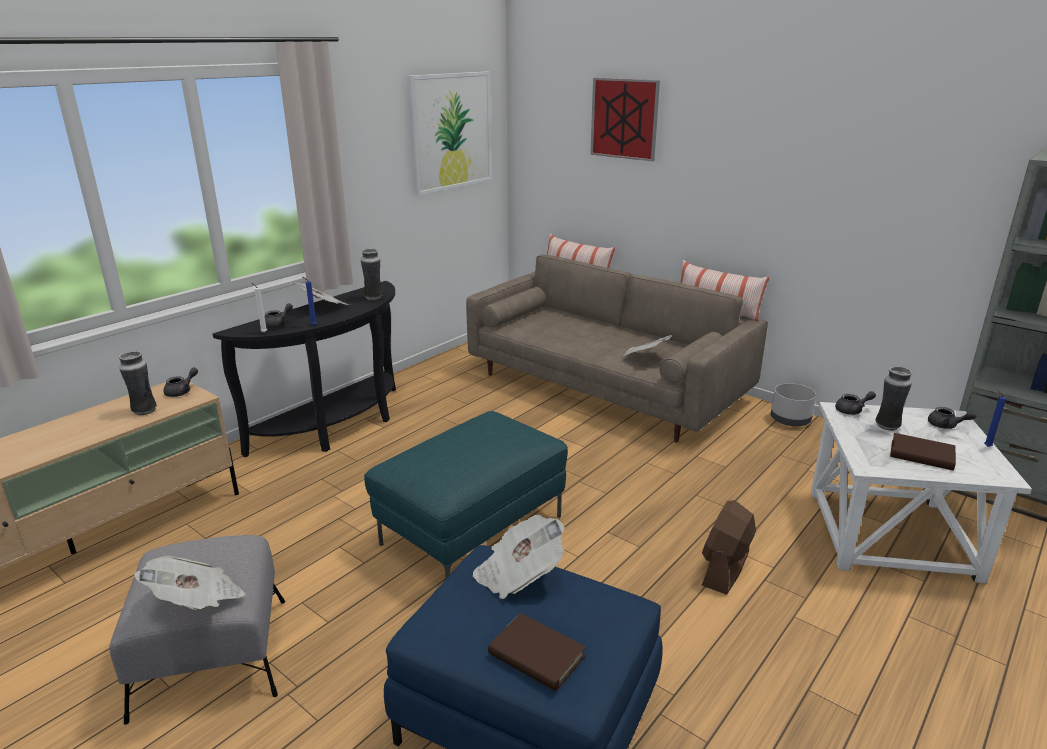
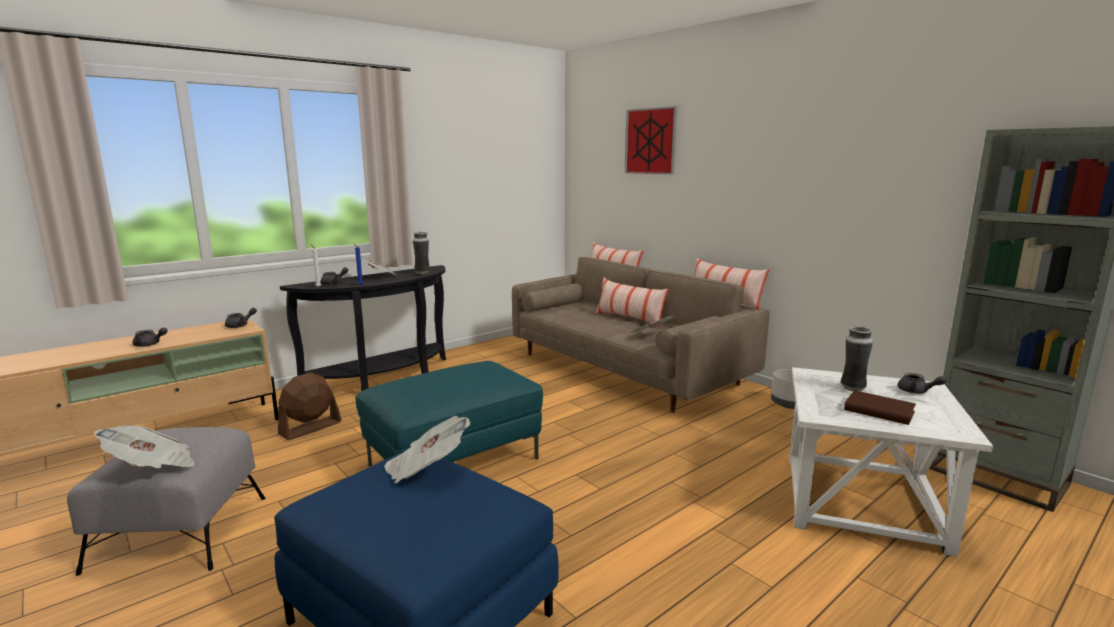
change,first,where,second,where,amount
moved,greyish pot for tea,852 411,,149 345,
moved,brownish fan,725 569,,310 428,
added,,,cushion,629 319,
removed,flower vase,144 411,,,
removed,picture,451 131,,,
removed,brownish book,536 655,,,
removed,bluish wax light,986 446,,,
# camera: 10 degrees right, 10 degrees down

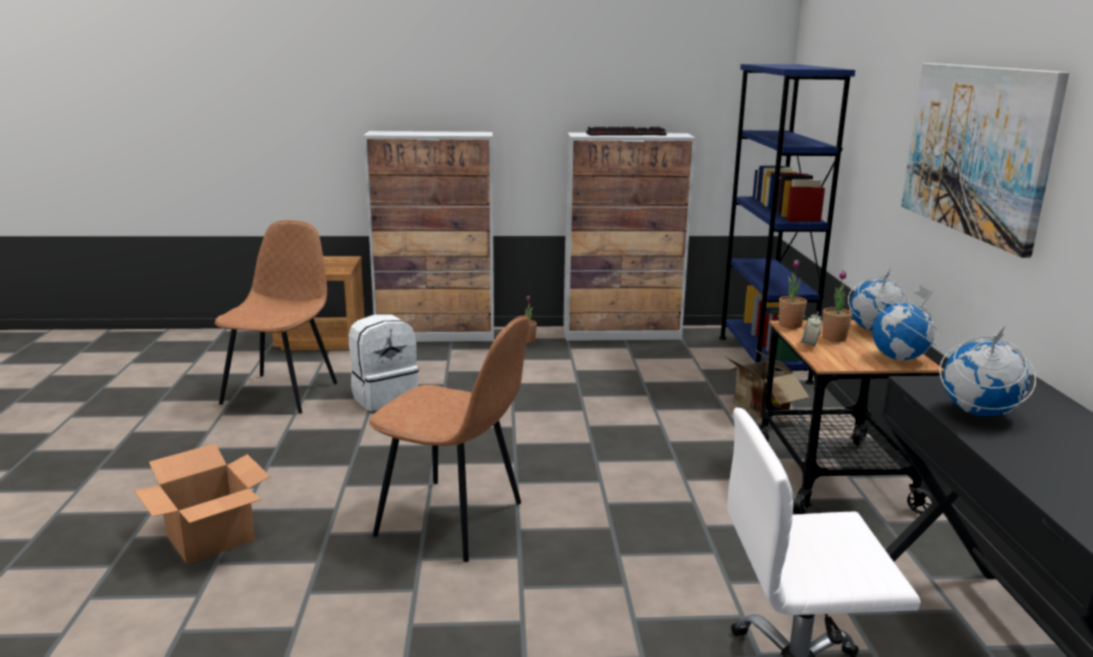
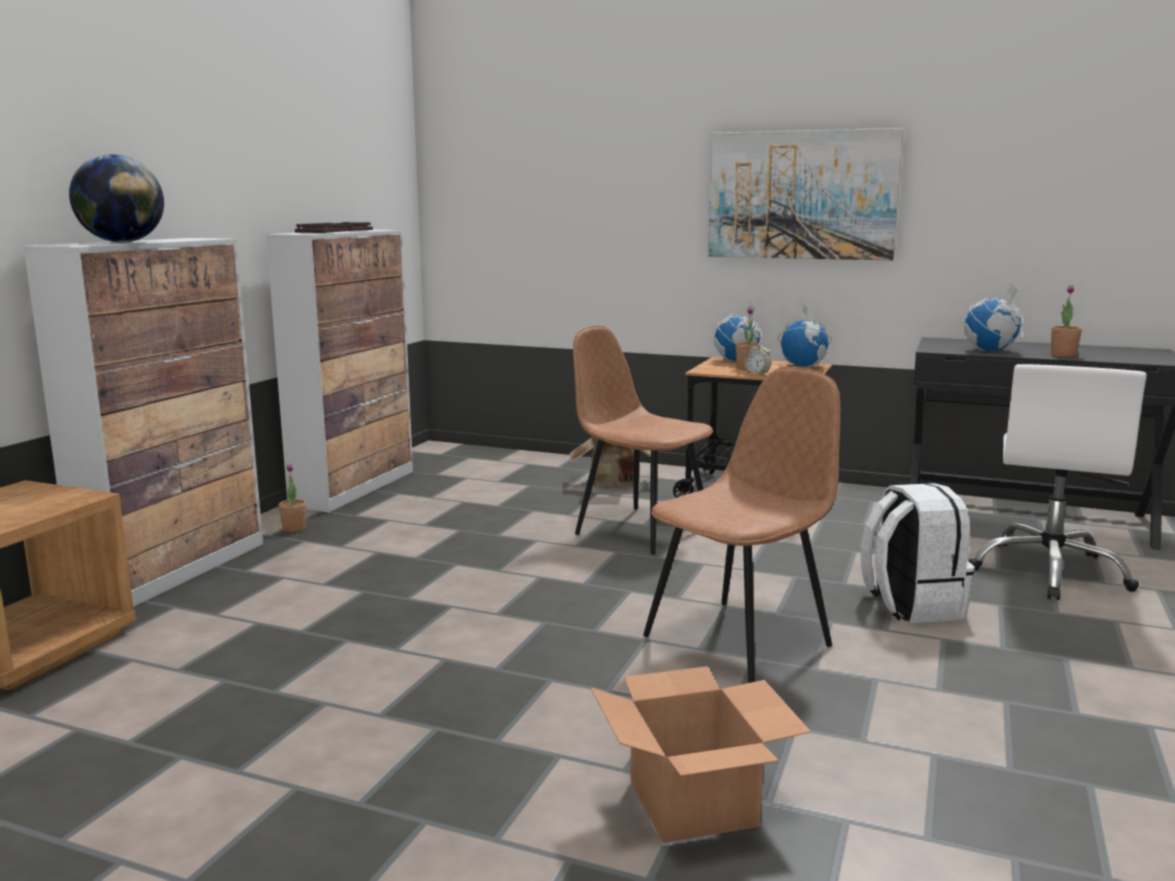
change,first,where,second,where,amount
added,,,world globe,122 242,
moved,brownish plain chair,282 392,,640 529,
moved,whitish knapsack,384 397,,910 605,
moved,houseplant,790 325,,1063 355,
removed,bluish shelving unit,763 359,,,
# camera: 65 degrees left, 5 degrees down

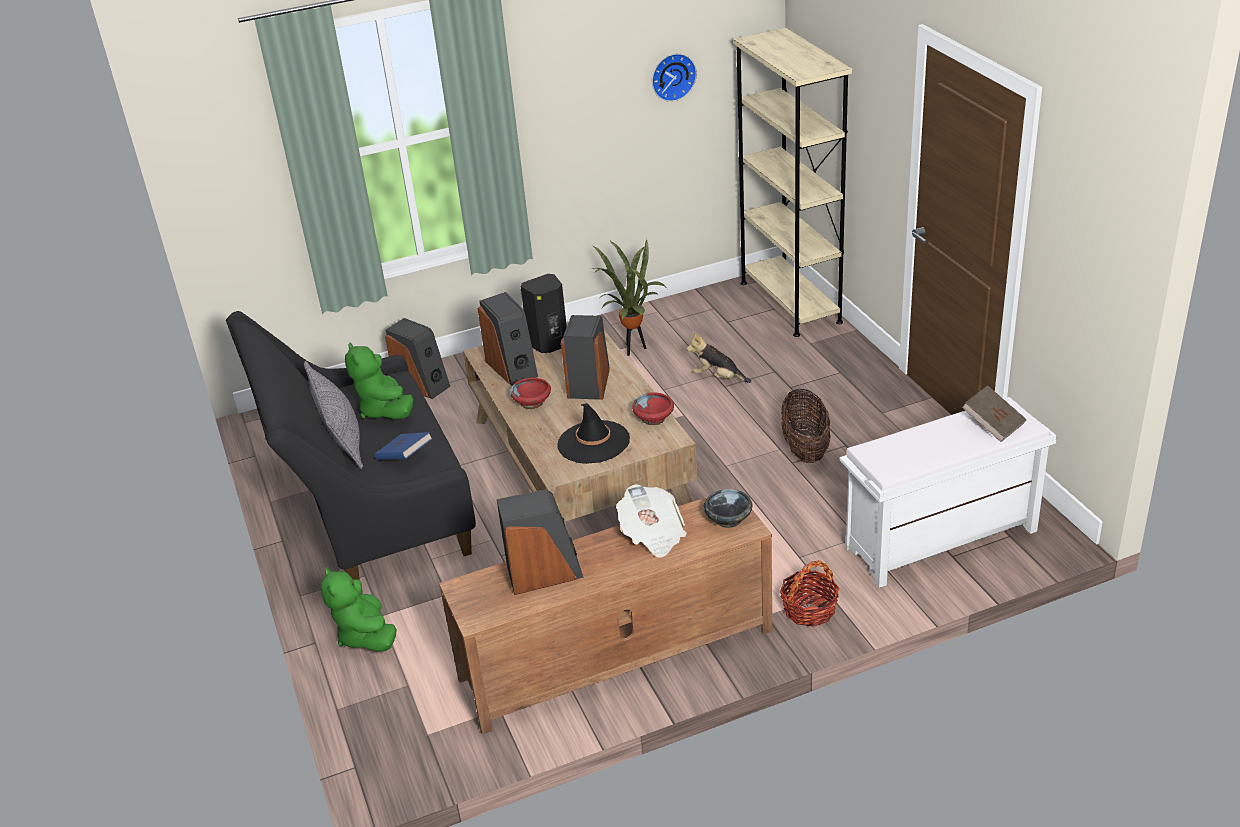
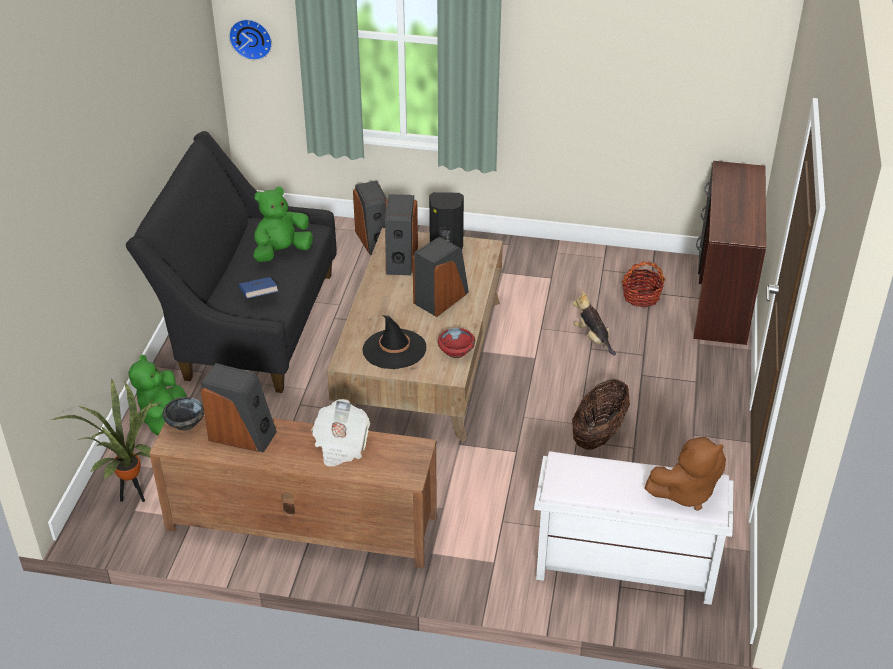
change,first,where,second,where,amount
moved,houseplant,632 350,,132 496,
moved,black-coloured deep dish,728 519,,185 423,
moved,clock on the wall,672 76,,251 38,
turned,green cuddly toy,384 410,,281 252,45 degrees clockwise
moved,household basket,809 610,,641 297,
replaced,brownish book,993 424,brownish cuddly toy,685 492,
replaced,beige-coloured shelving unit,790 302,brownish desk unit,720 298,
removed,greyish cushion,340 438,,,
removed,reddish deep dish,532 403,,,
# camera: 30 degrees right, 5 degrees up

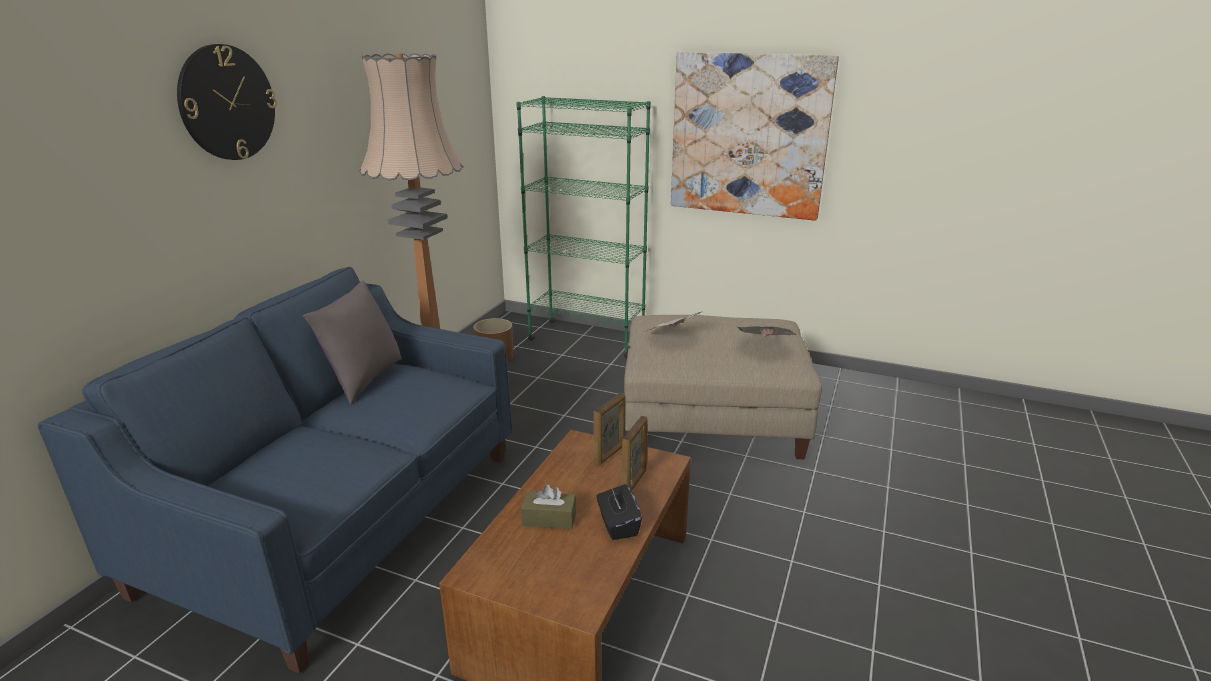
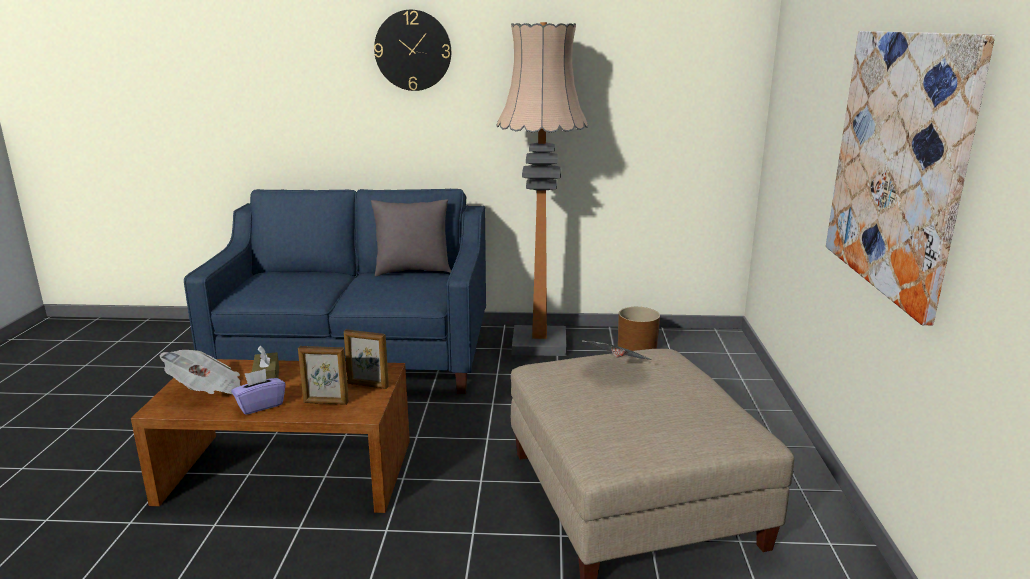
change,first,where,second,where,amount
moved,newspaper,764 345,,207 391,
recoloured,black-coloured box of tissues,617 525,purplish box of tissues,260 405,
removed,green shelving unit,587 339,,,
# camera: 70 degrees right, 5 degrees down

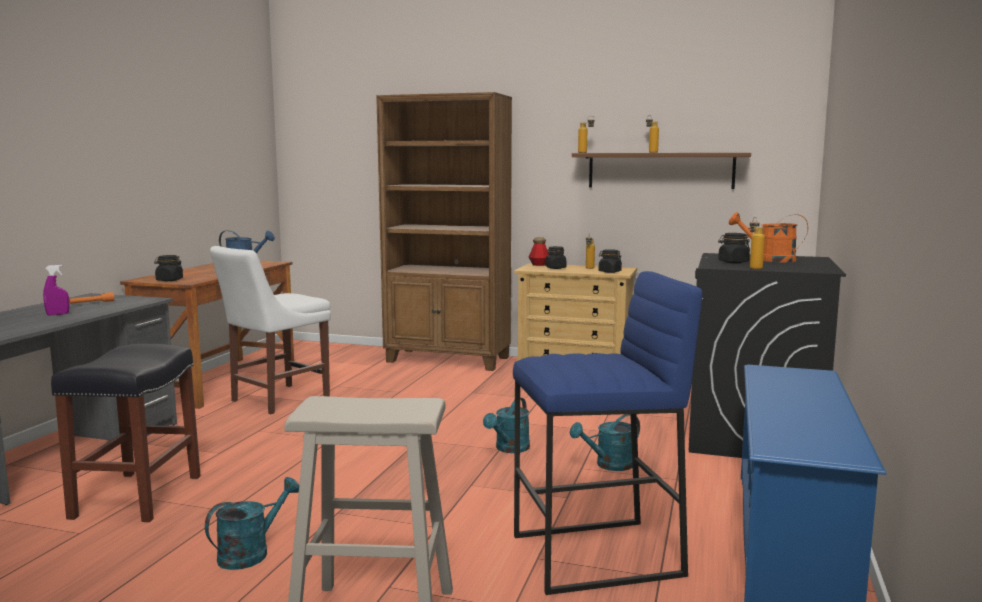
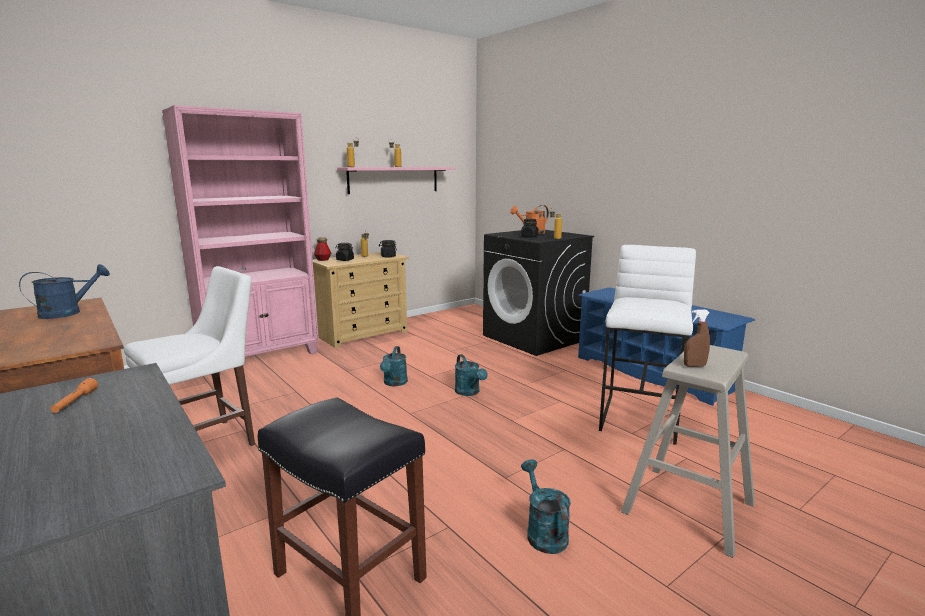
change,first,where,second,where,amount
turned,whitish plain chair,276 400,,207 444,120 degrees counterclockwise
recoloured,brownish shelving unit,448 360,pinkish shelving unit,261 357,
recoloured,brownish wall shelf,660 170,pinkish wall shelf,394 180,
moved,turquoise watering pot,609 465,,394 383,
recoloured,bluish stool,597 556,whitish stool,641 418,
added,,,brownish sprayer,694 366,
removed,purplish sprayer,58 314,,,
removed,black-coloured jar,169 280,,,
# camera: 55 degrees left, 5 degrees up

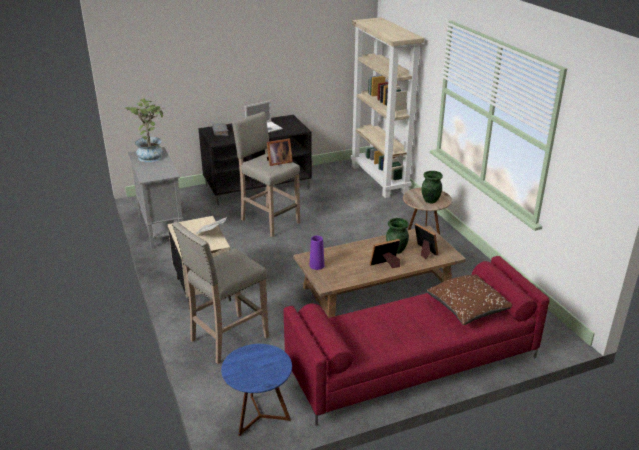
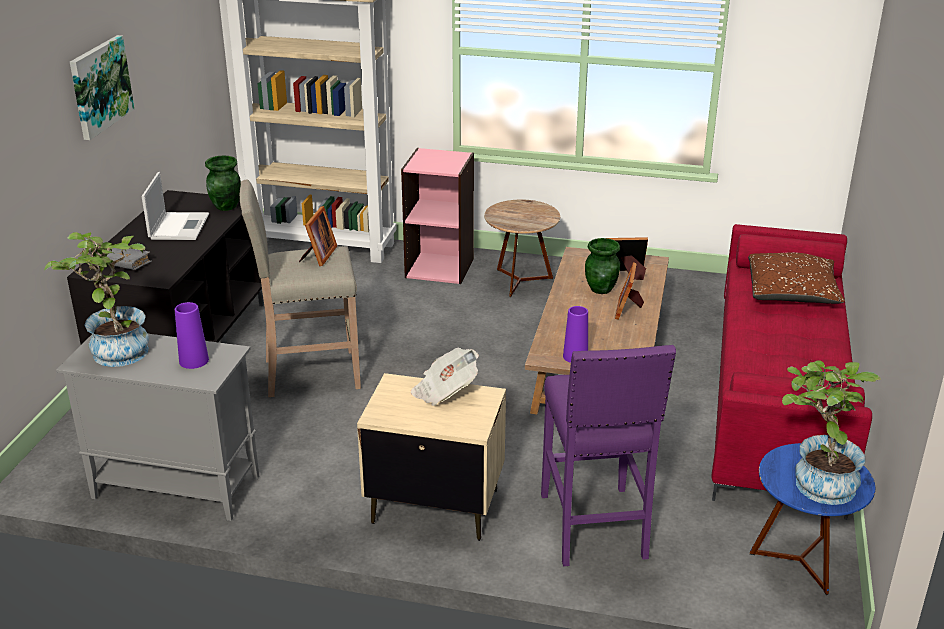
change,first,where,second,where,amount
added,,,picture,100 86,
added,,,purplish flower vase,194 361,
moved,green flower vase,430 200,,226 206,
added,,,pinkish shelving unit,440 267,
recoloured,beige-coloured stool,227 339,purplish stool,593 528,
added,,,houseplant,816 482,
# camera: 55 degrees left, 0 degrees up

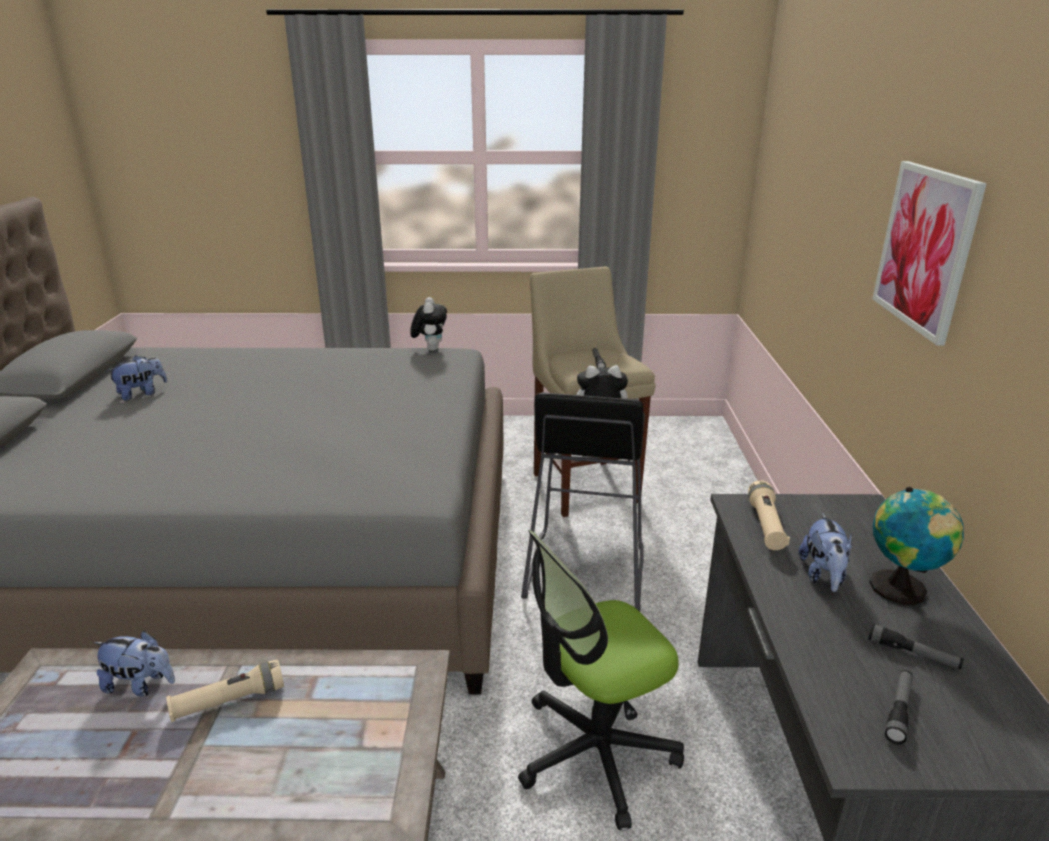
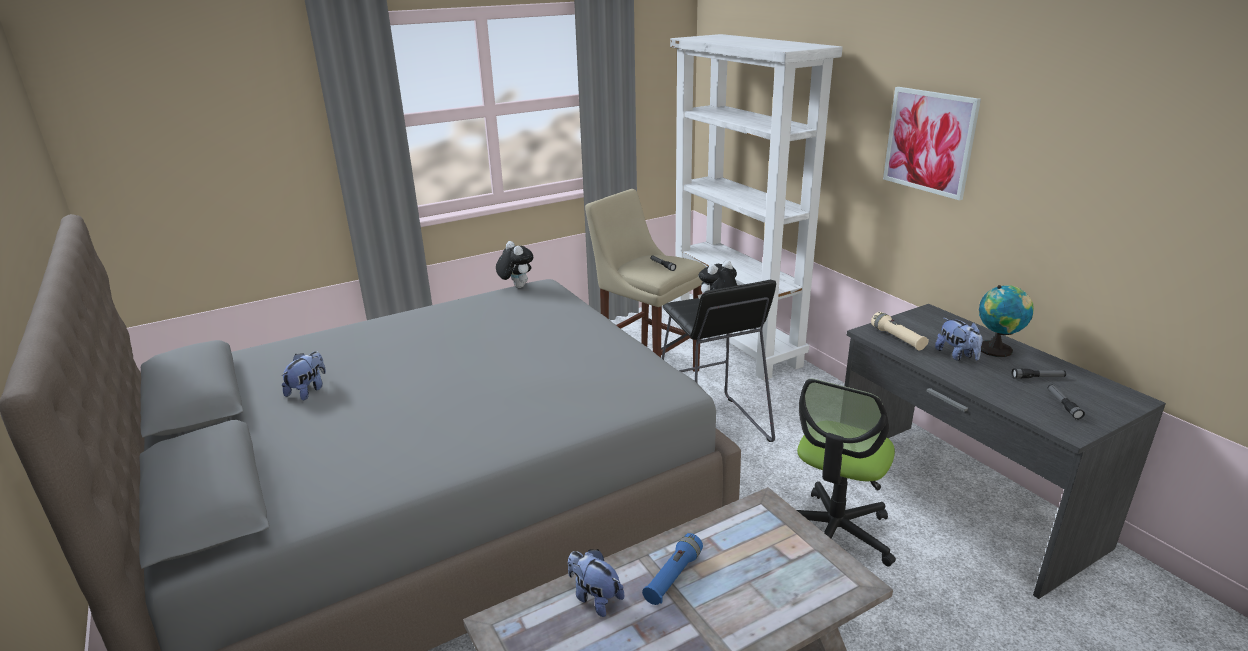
change,first,where,second,where,amount
turned,cuddly toy,141 685,,594 598,120 degrees counterclockwise
recoloured,beige-coloured hand torch,229 701,bluish hand torch,673 577,
added,,,whitish shelving unit,737 343,
# camera: 30 degrees left, 0 degrees up

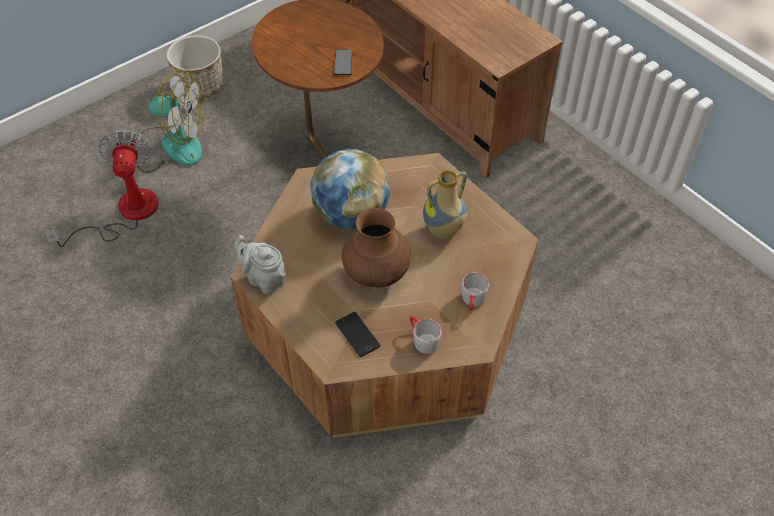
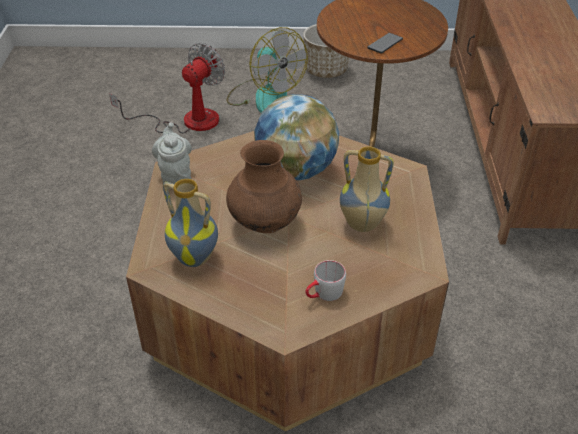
change,first,where,second,where,amount
replaced,phone,357 334,flower vase,195 257,
removed,greyish coffee mug,422 340,,,
# camera: 40 degrees right, 10 degrees down

